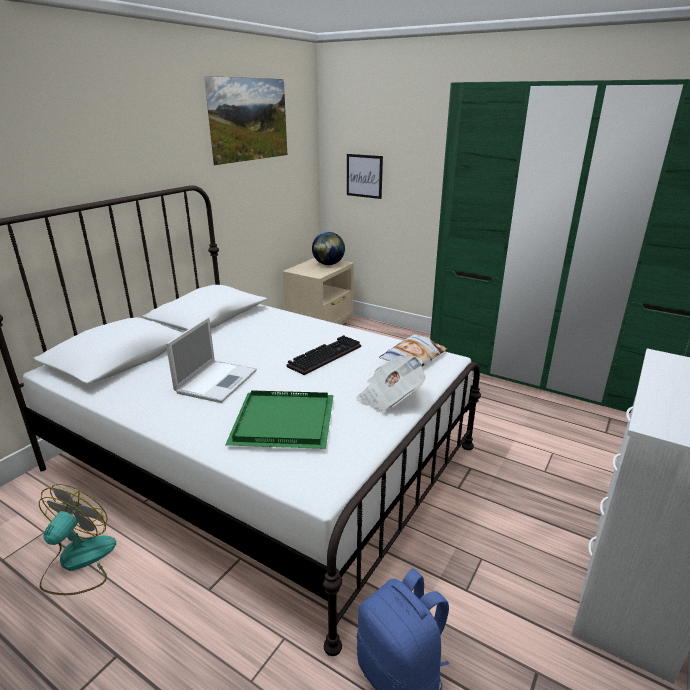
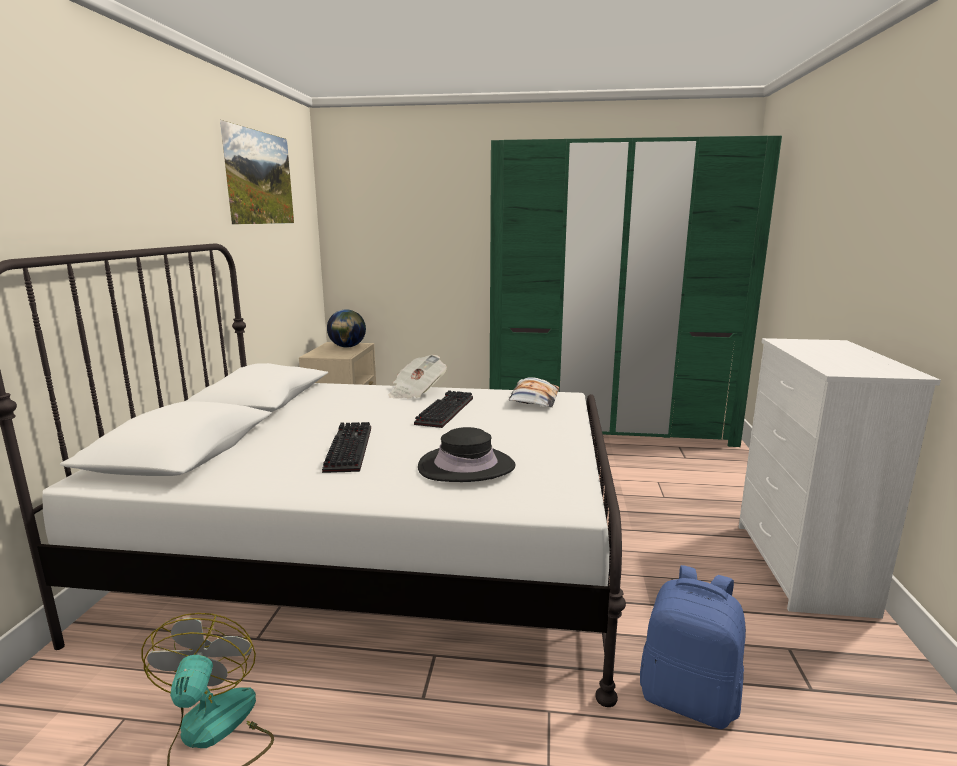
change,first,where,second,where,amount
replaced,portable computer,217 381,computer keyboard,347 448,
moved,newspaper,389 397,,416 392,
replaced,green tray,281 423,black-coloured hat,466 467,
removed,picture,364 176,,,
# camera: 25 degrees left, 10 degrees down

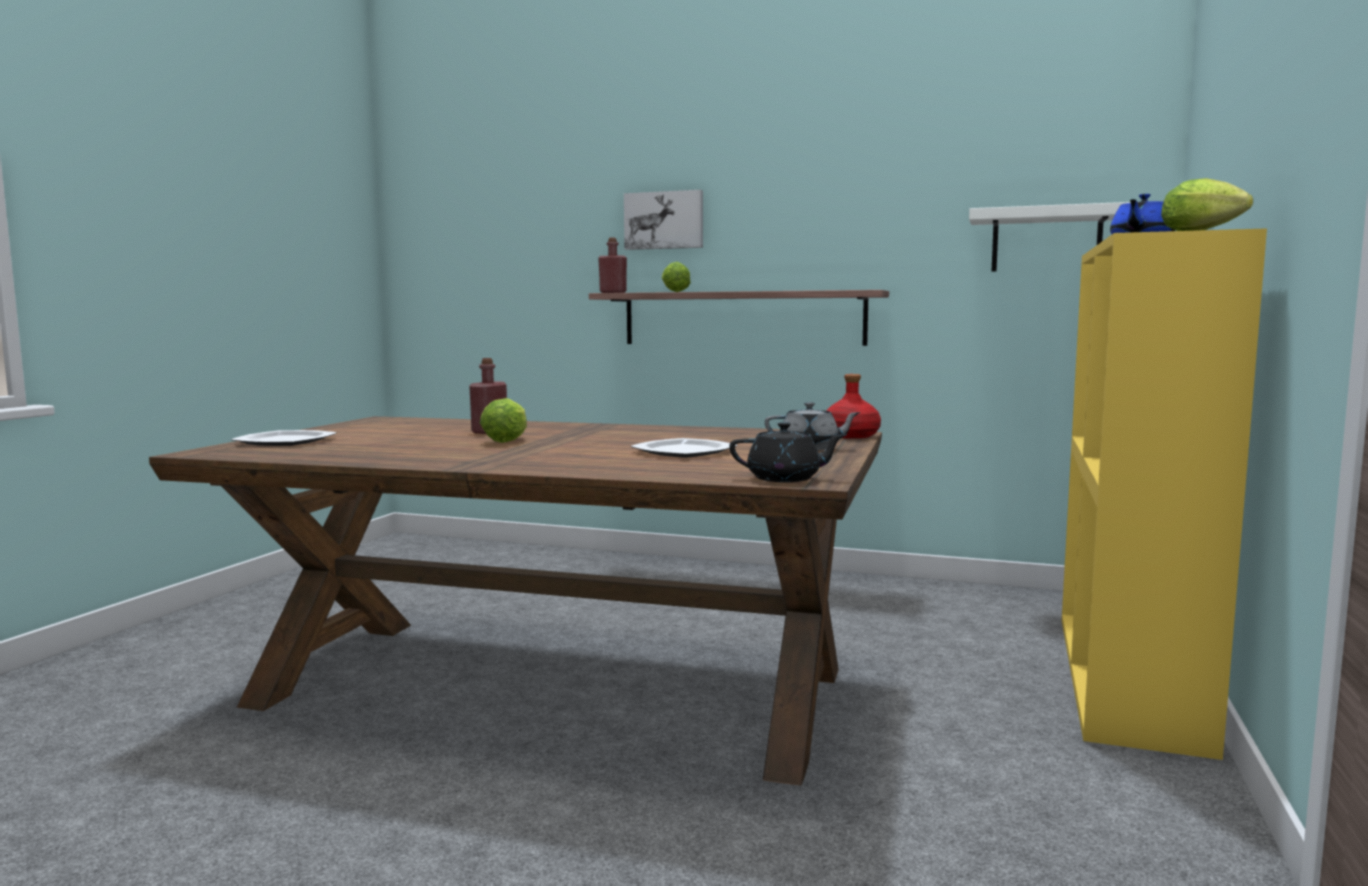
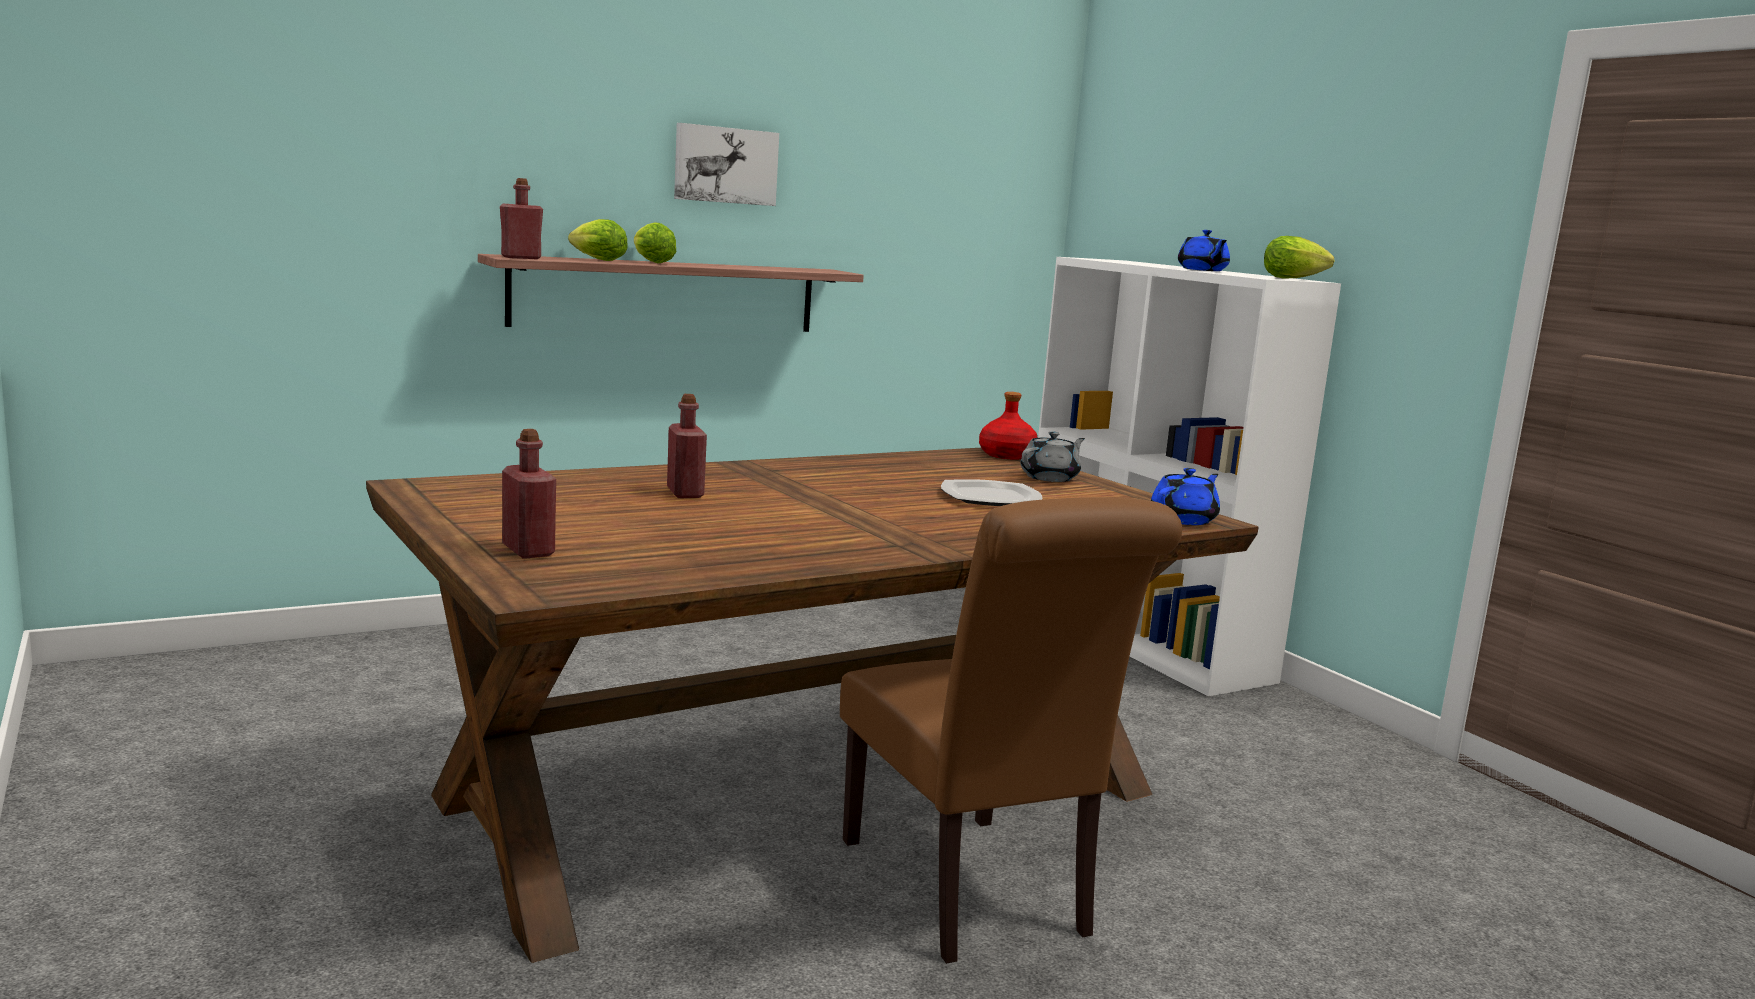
change,first,where,second,where,amount
replaced,plate,284 441,reddish bottle,528 551,
moved,lettuce,508 440,,650 262,
moved,picture,664 220,,725 165,
added,,,brownish plain chair,972 894,
recoloured,yellow shelving unit,1130 679,whitish shelving unit,1143 640,
recoloured,black-coloured pot for tea,785 478,bluish pot for tea,1184 520,
removed,whitish wall shelf,1046 241,,,
# camera: 50 degrees left, 5 degrees up

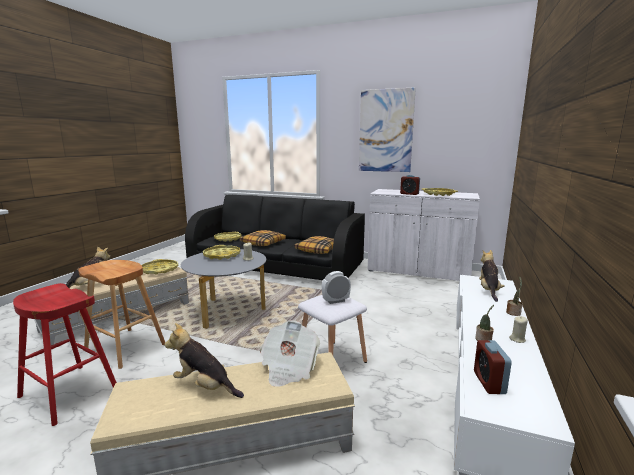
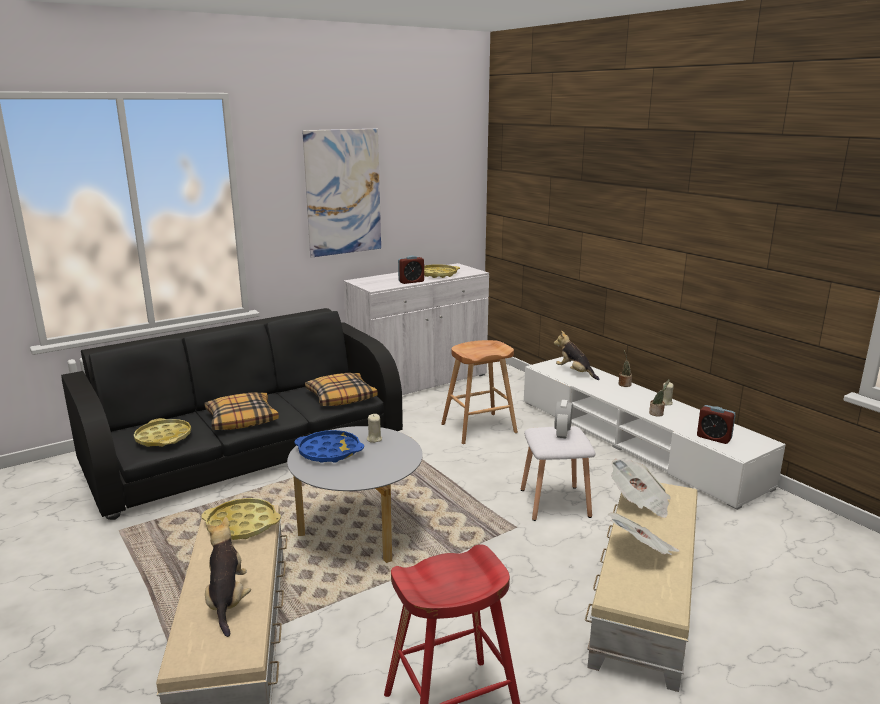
change,first,where,second,where,amount
recoloured,yellow tray,222 255,bluish tray,329 451,
moved,brownish stool,125 347,,478 428,
replaced,cuddly toy,205 386,newspaper,642 551,
# camera: 55 degrees left, 5 degrees up

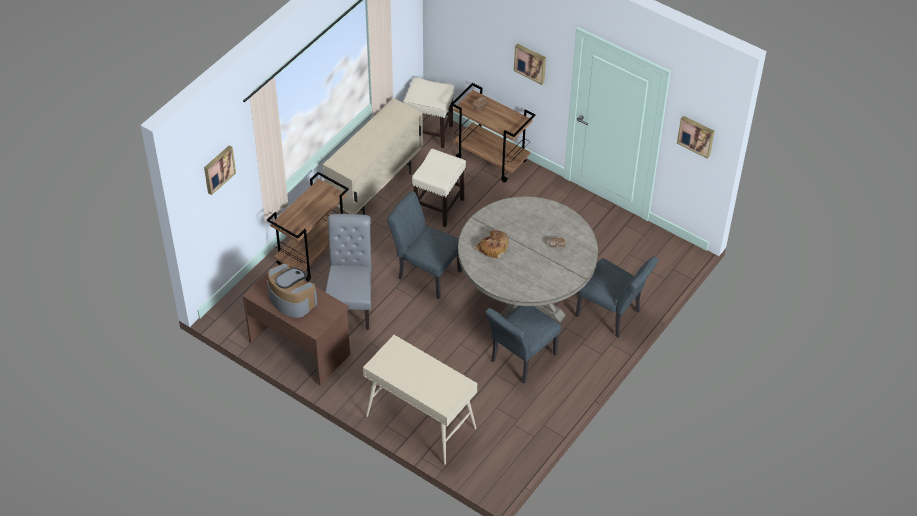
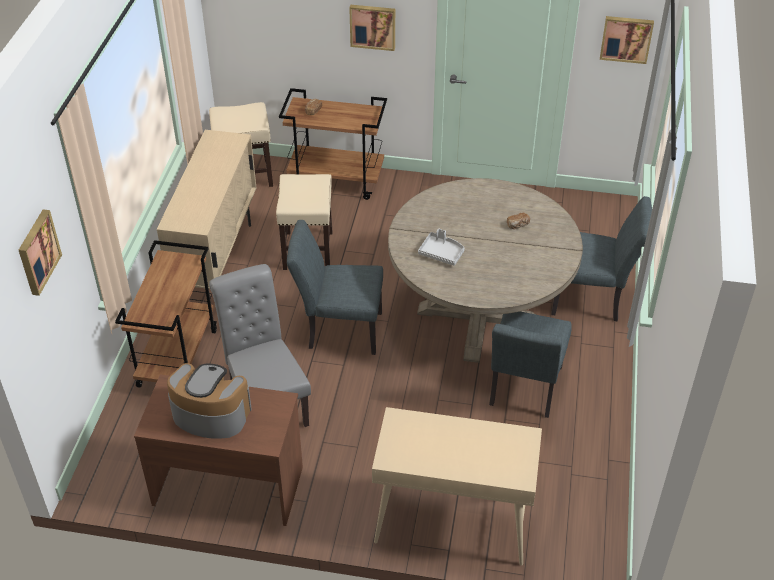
change,first,where,second,where,amount
replaced,baked bread,492 247,greyish tray,441 253,
# camera: 25 degrees left, 5 degrees down

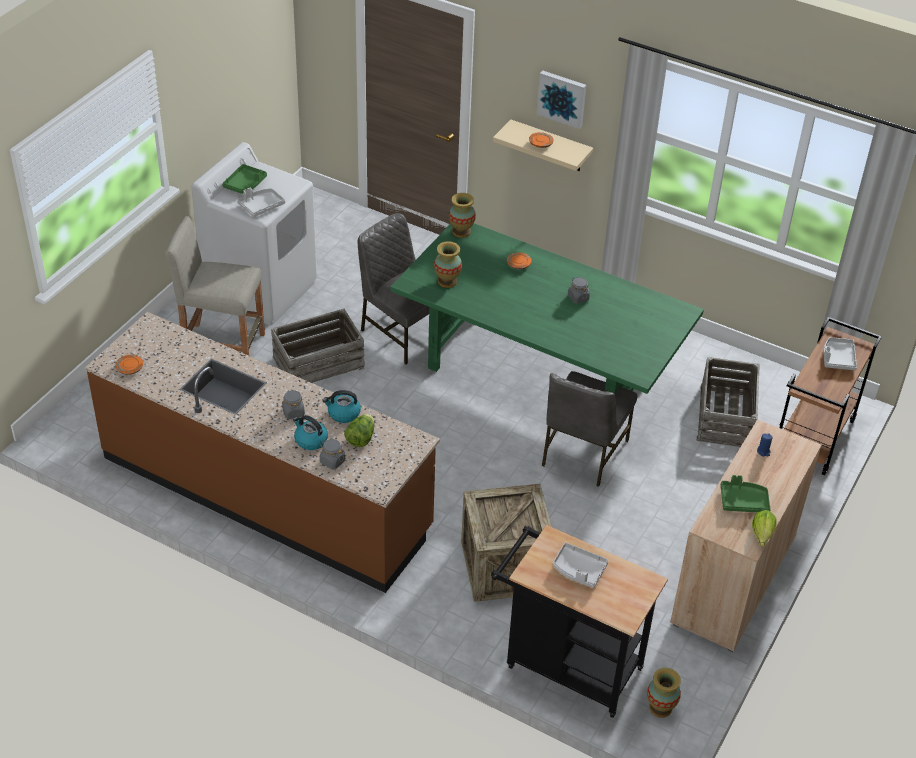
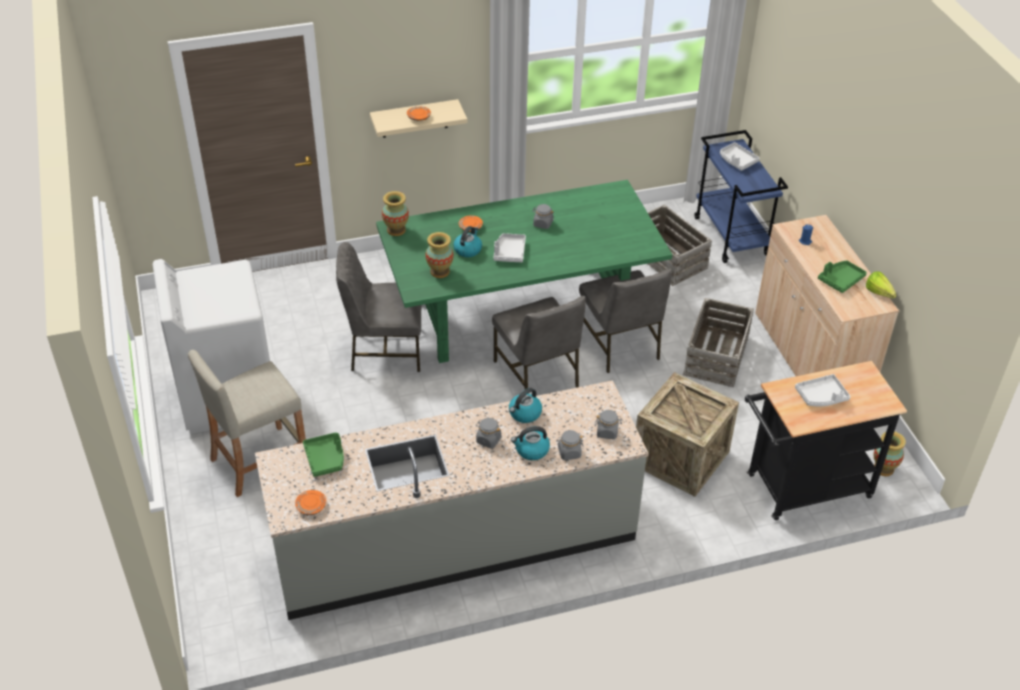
change,first,where,second,where,amount
recoloured,brownish kitchen counter,266 493,greyish kitchen counter,454 540,
moved,green tray,245 184,,325 459,
added,,,kettle,468 249,
added,,,greyish plain chair,537 374,
moved,greyish tray,261 206,,509 252,
added,,,greyish jar,607 432,
moved,crate,318 363,,717 356,
recoloured,brownish cart,813 438,bluish cart,731 236,
removed,lettuce,361 438,,,
removed,picture,562 98,,,
# camera: 45 degrees left, 0 degrees up

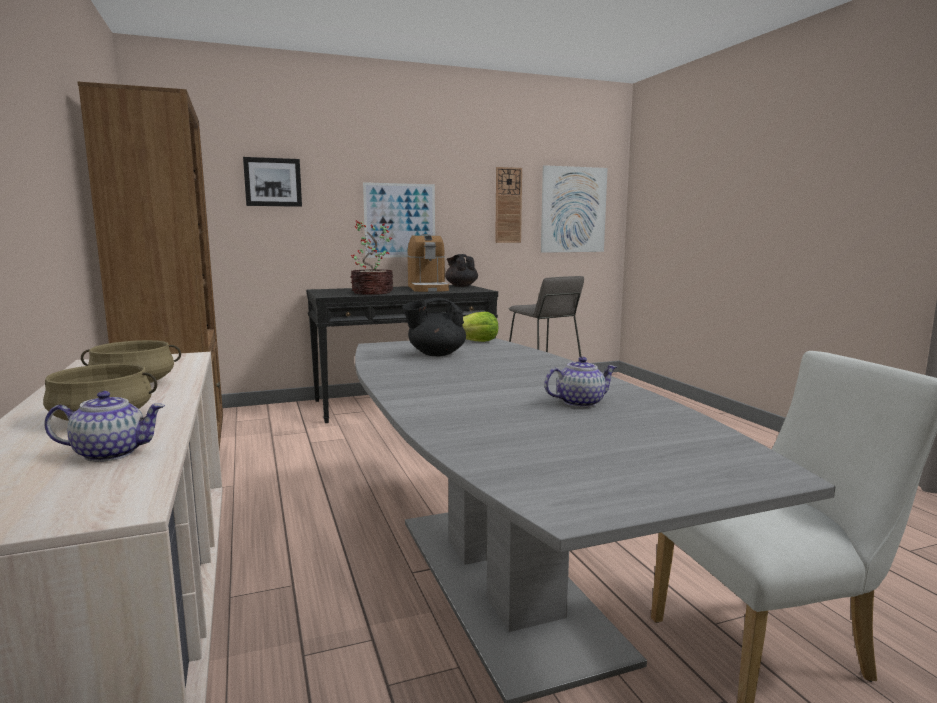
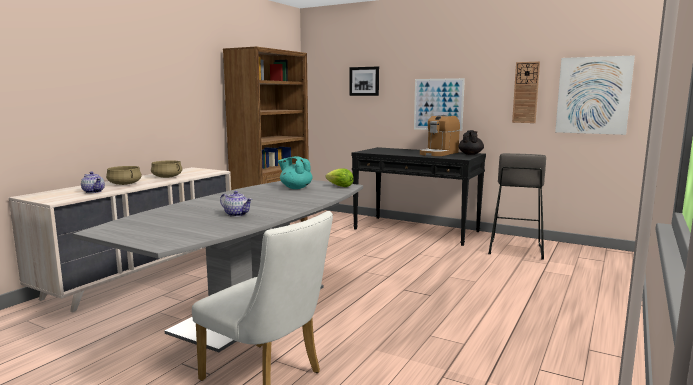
change,first,where,second,where,amount
recoloured,black-coloured pot for tea,435 354,turquoise pot for tea,295 188,
removed,houseplant,371 293,,,
# camera: 50 degrees right, 0 degrees up

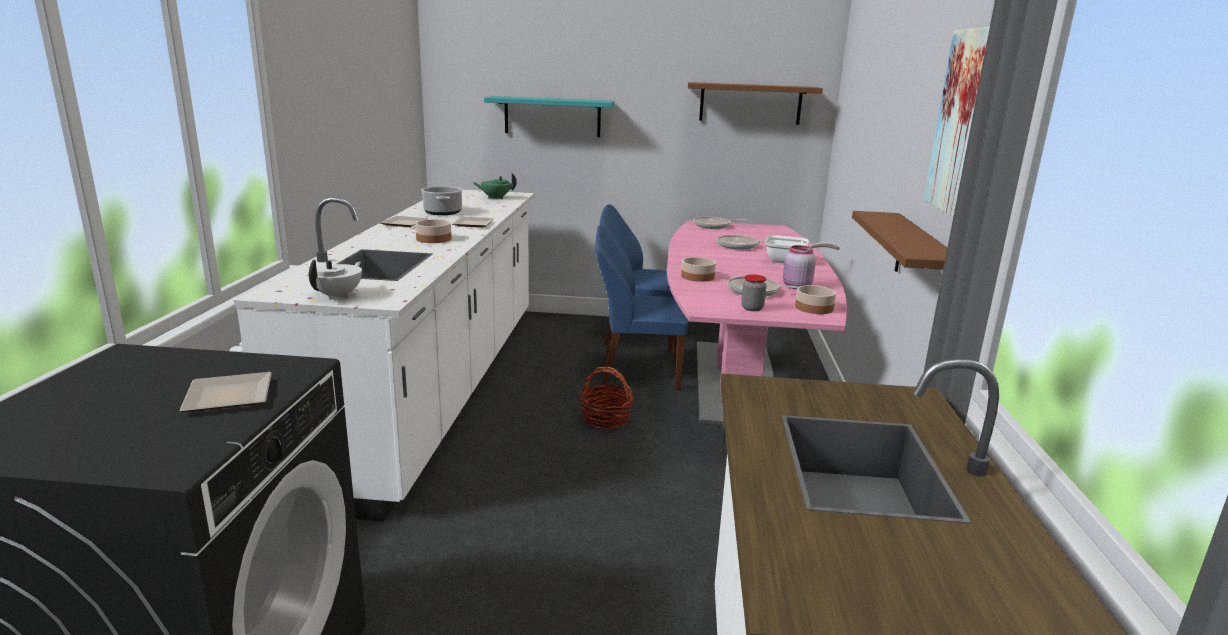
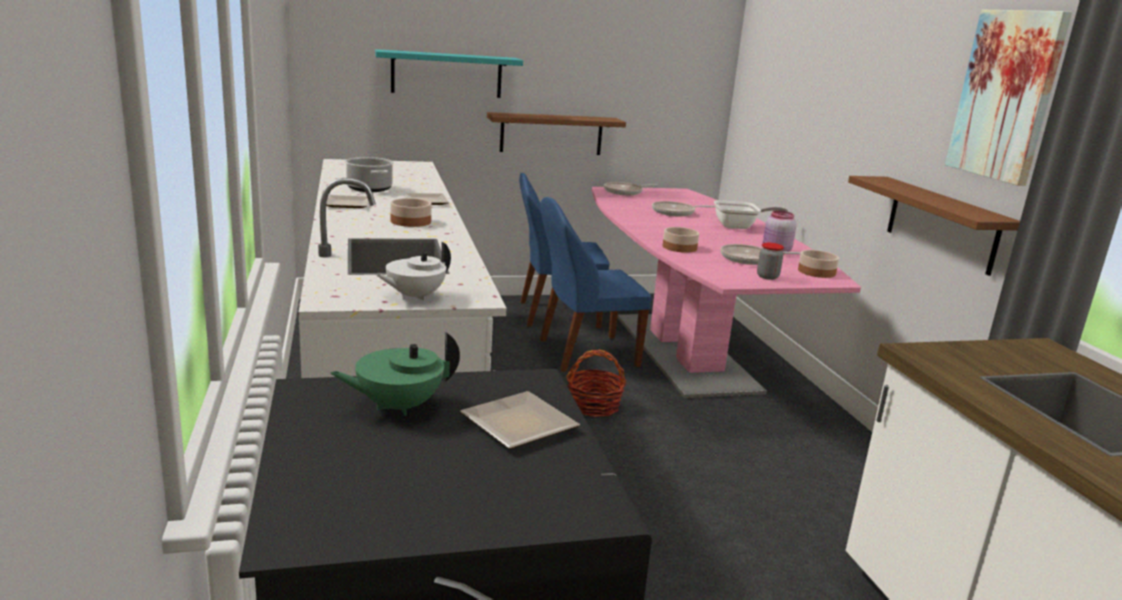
change,first,where,second,where,amount
moved,green pot for tea,495 198,,398 406,
turned,whitish pot for tea,338 296,,414 296,135 degrees counterclockwise
moved,brownish wall shelf,750 103,,551 134,
# camera: 20 degrees left, 0 degrees up

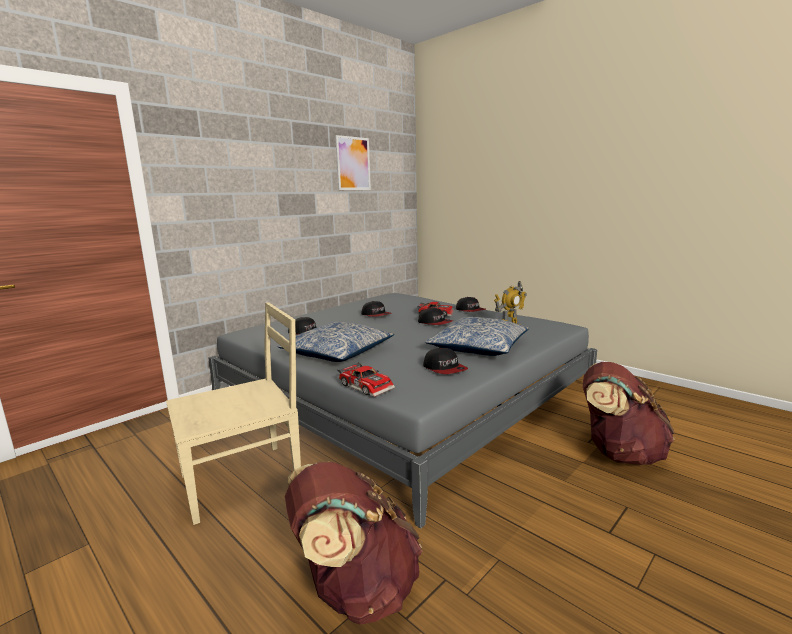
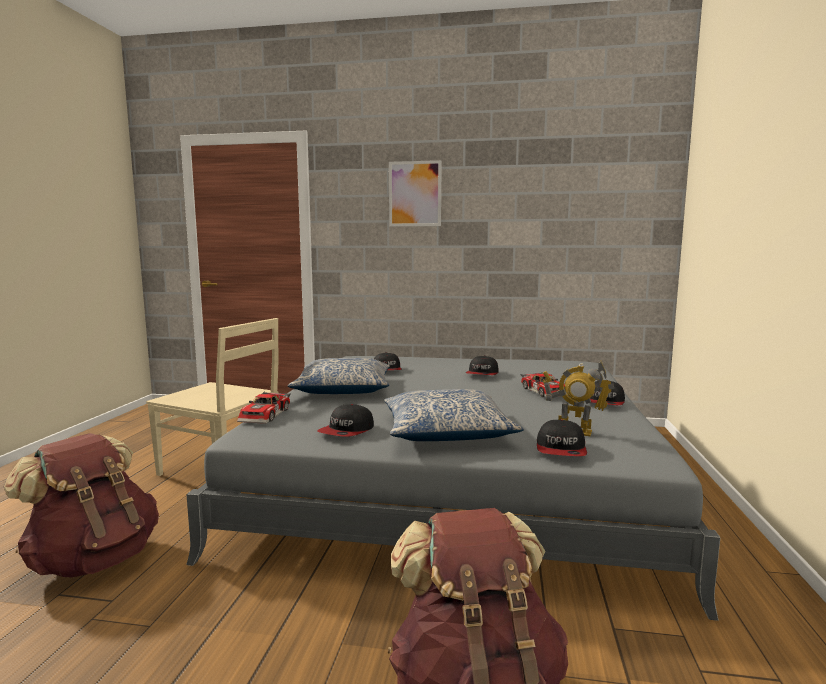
change,first,where,second,where,amount
moved,picture,353 163,,415 194,
moved,cap,435 323,,561 449,
# camera: 55 degrees right, 5 degrees down

